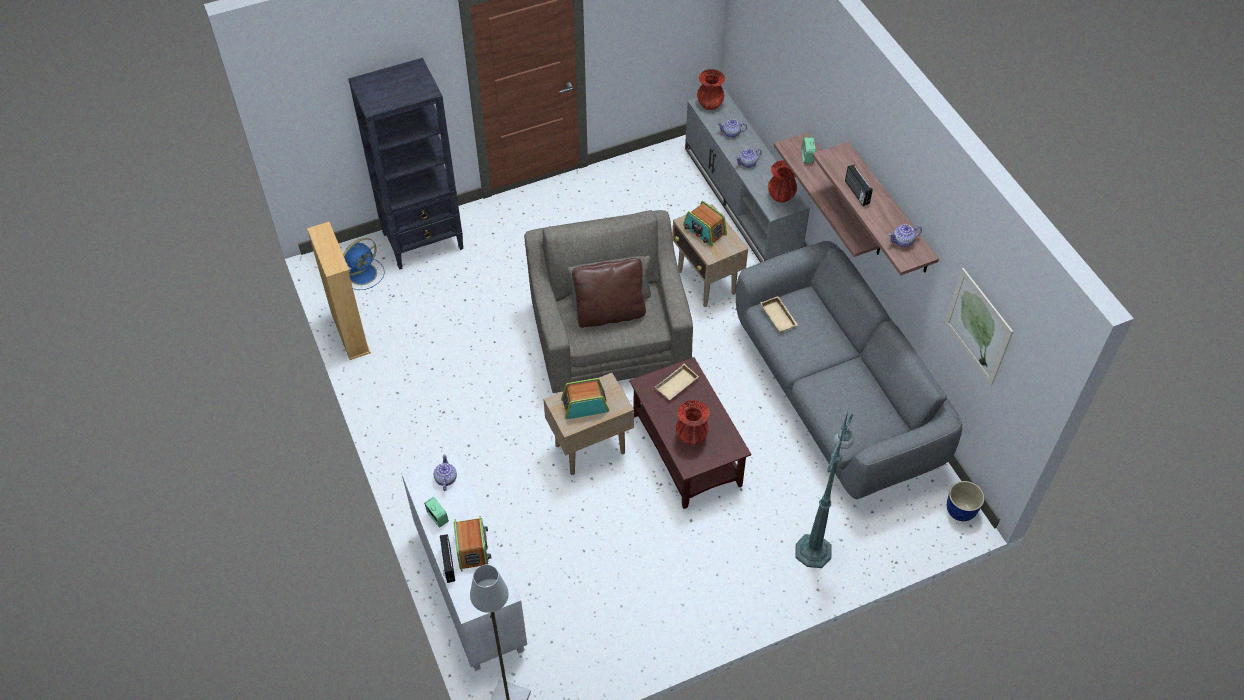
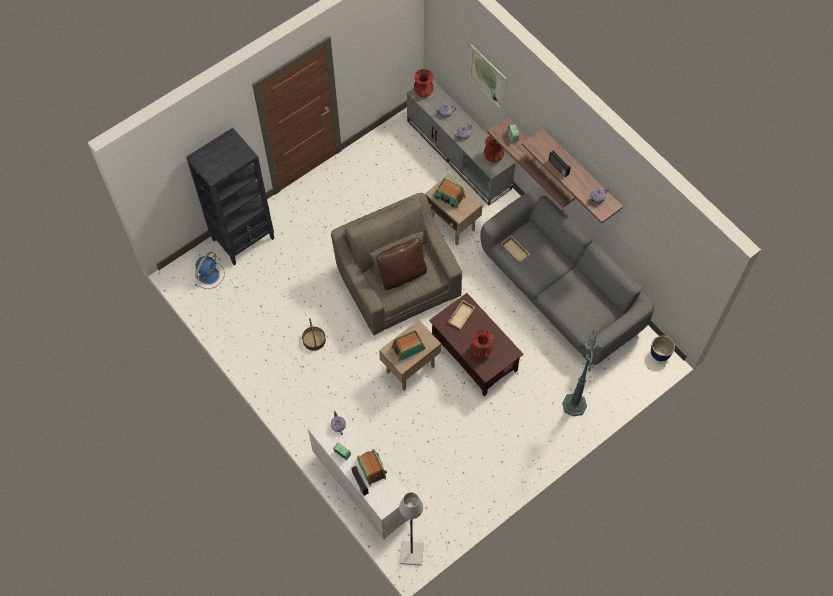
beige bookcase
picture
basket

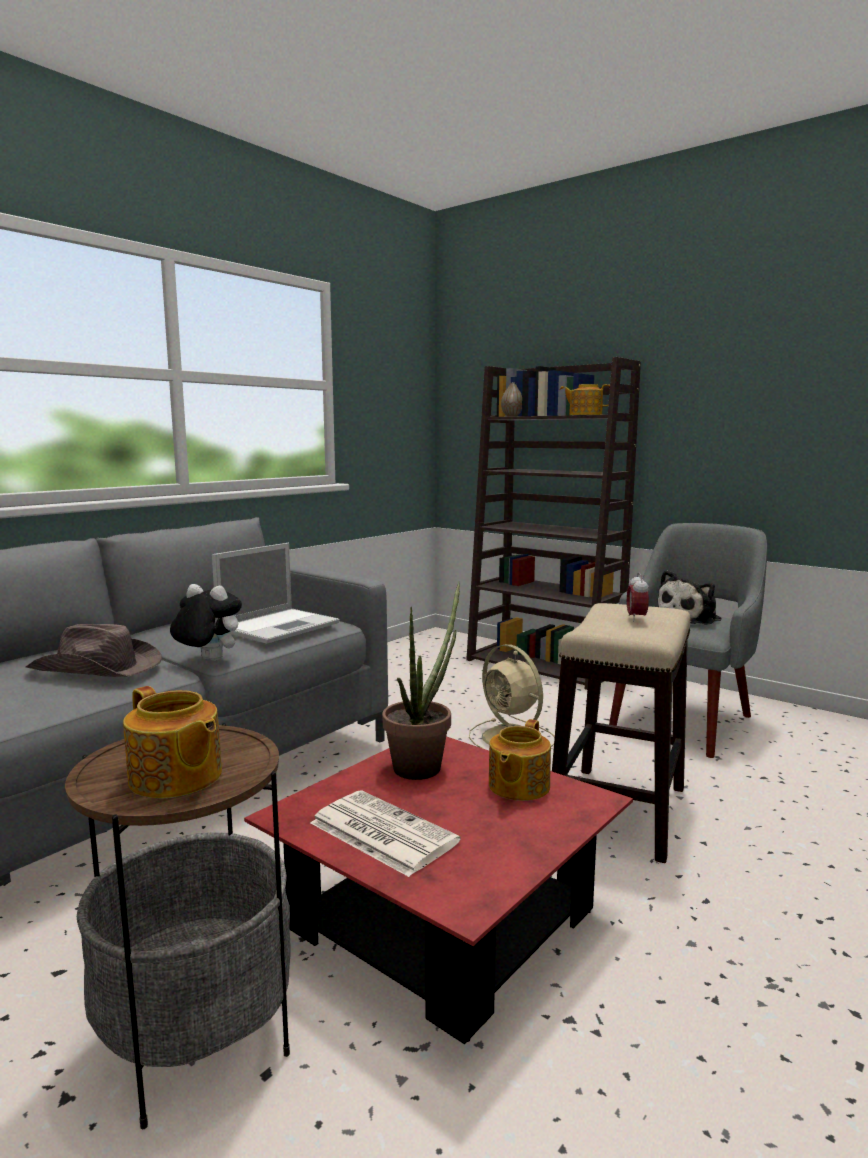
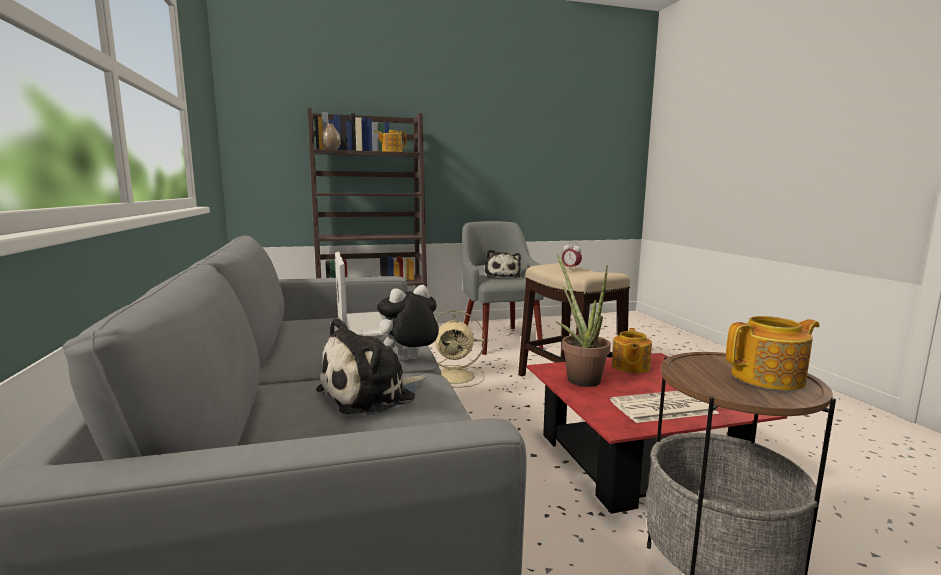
plush toy (1st from left)
teapot (2nd from left)

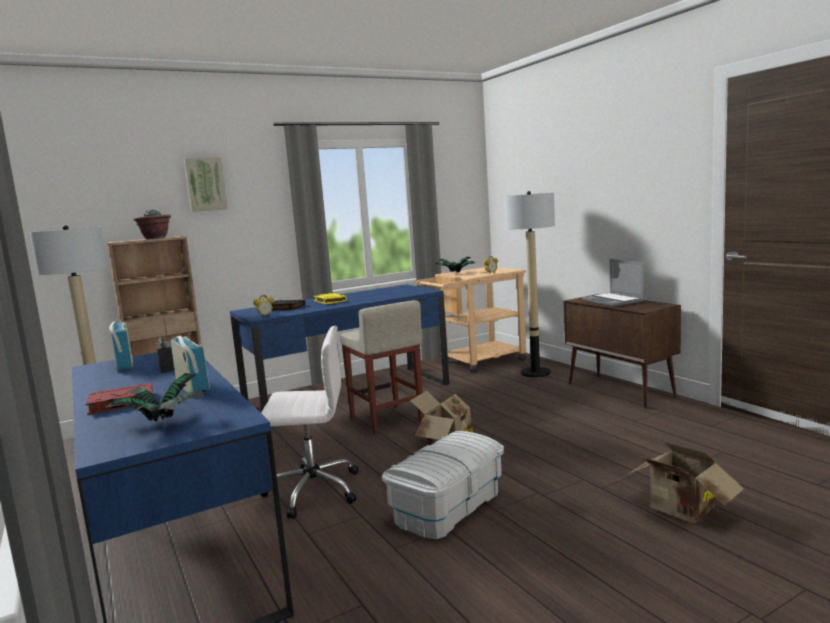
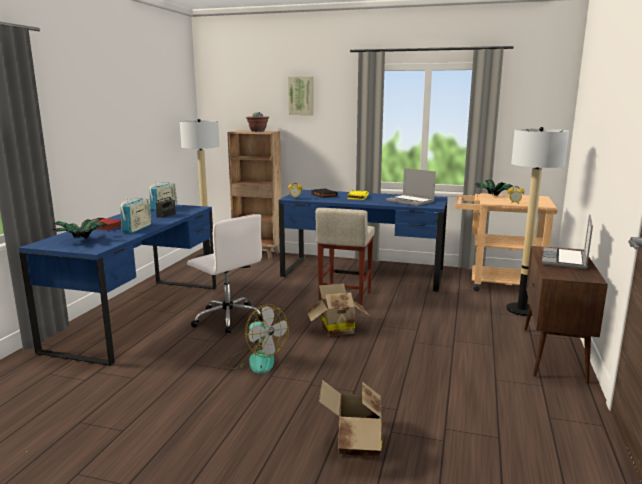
fan
laptop (1st from left)

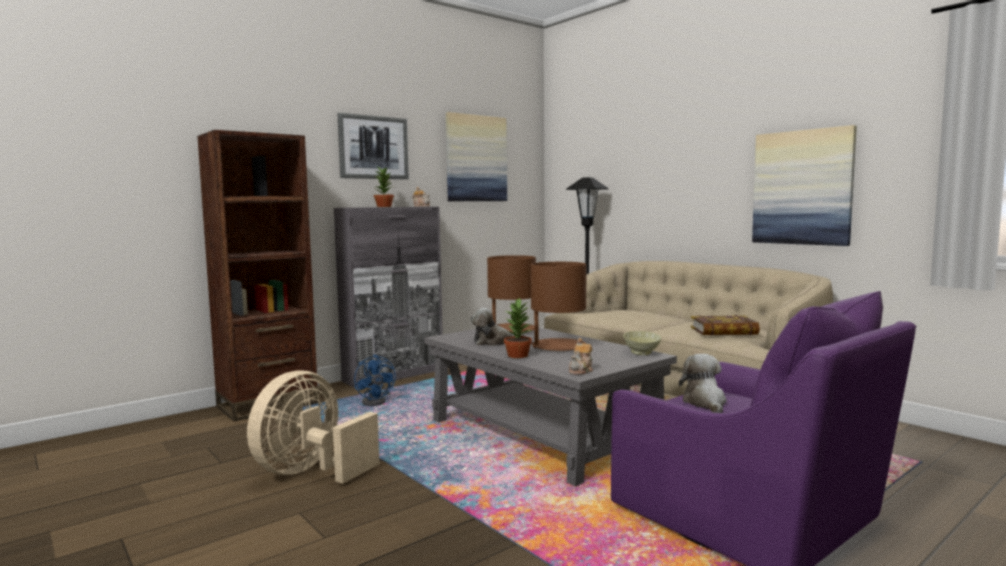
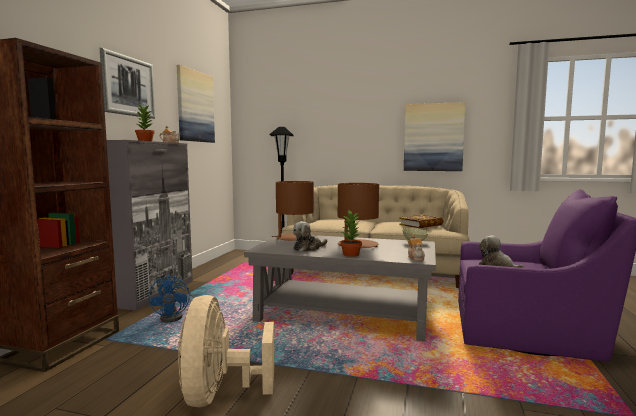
blue fan

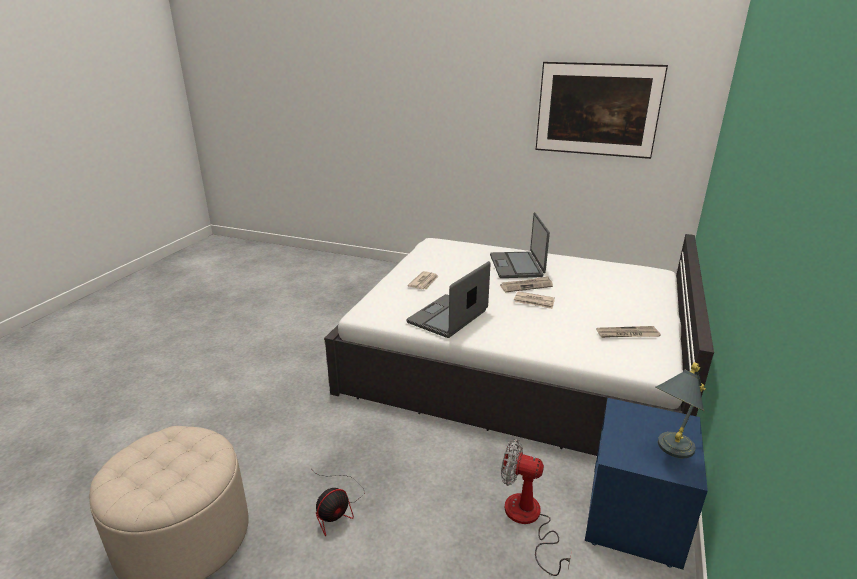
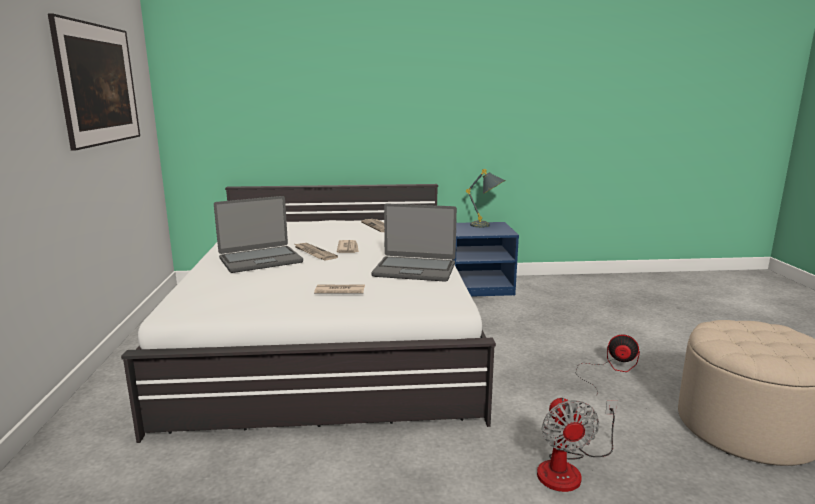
fan (1st from left)

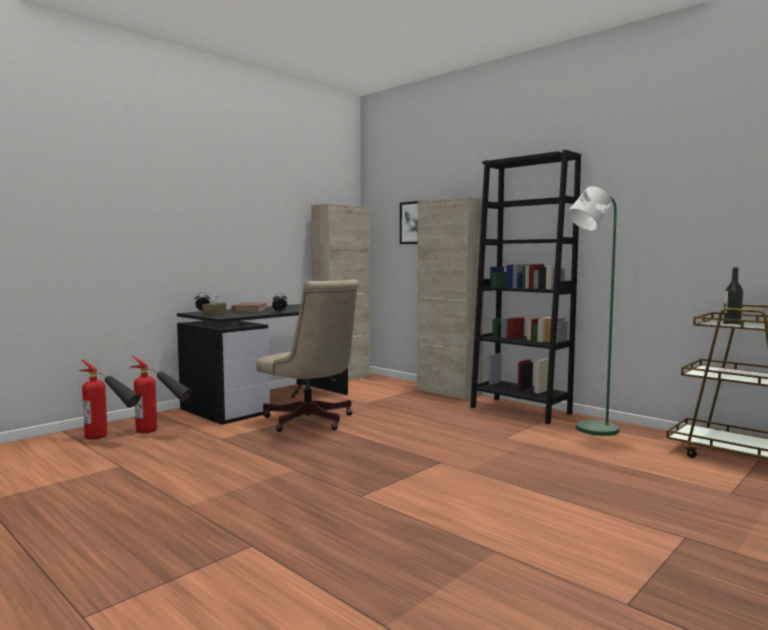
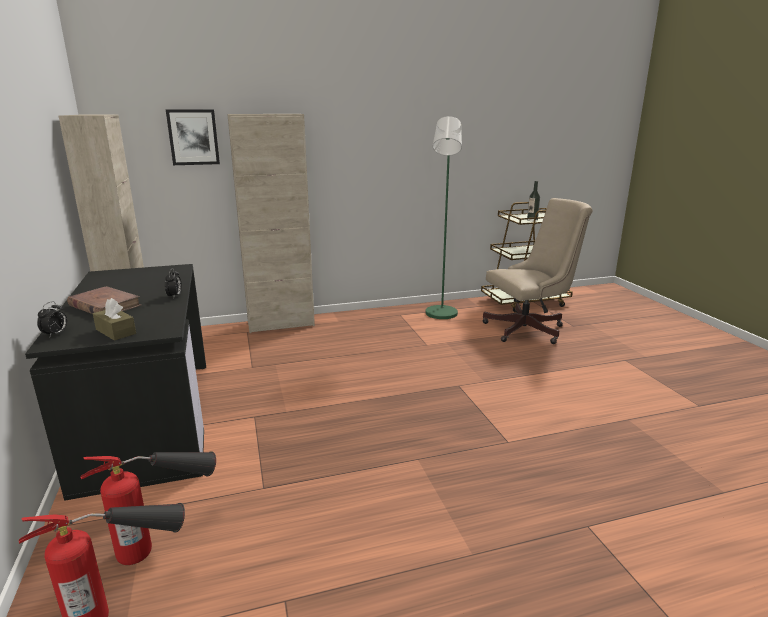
black bookcase
beige office chair

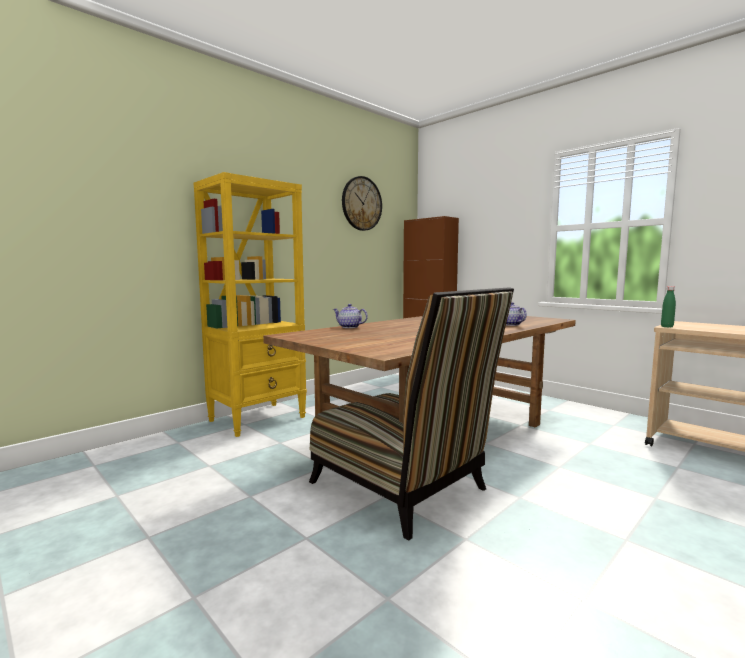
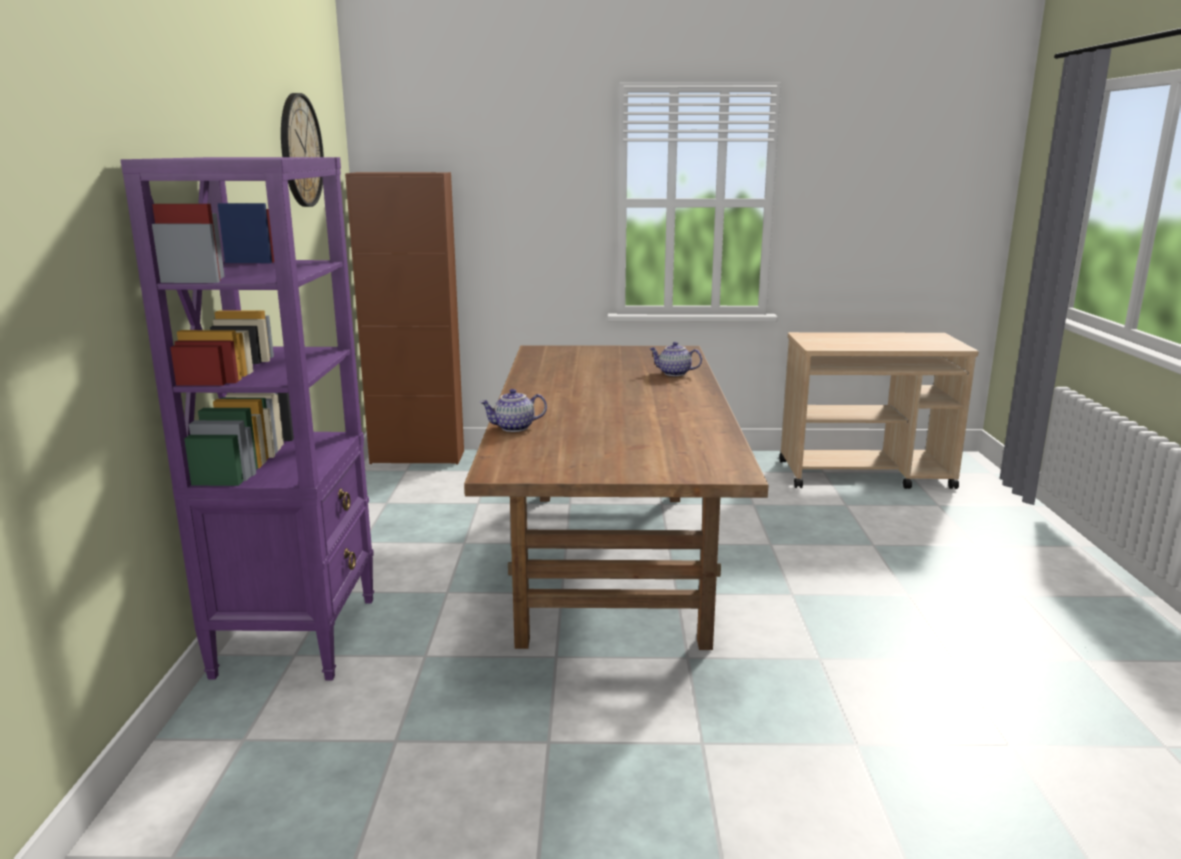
purple bookcase
green bottle
chair

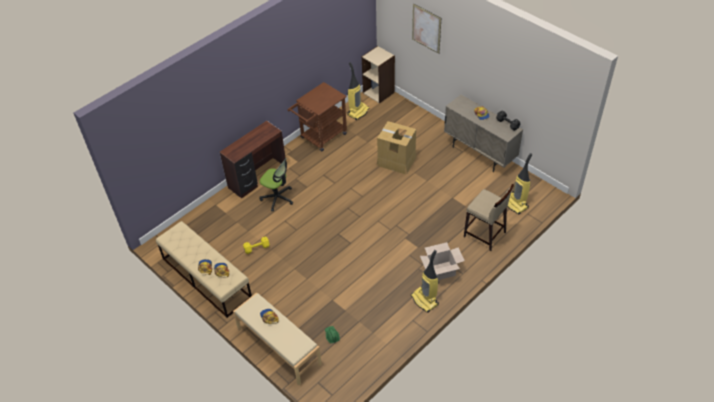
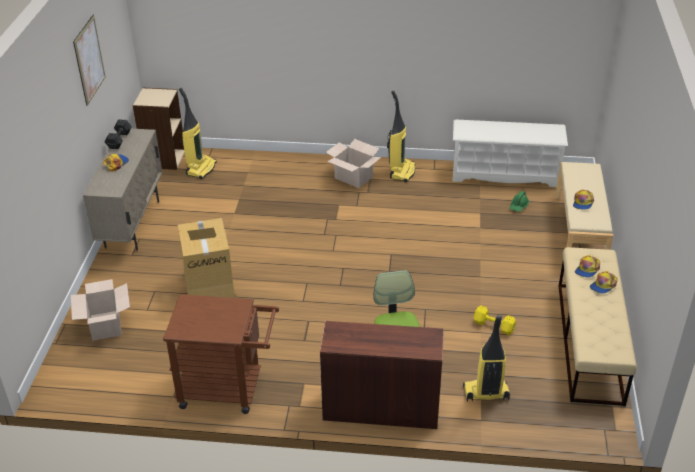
picture
beige bookcase
vacuum cleaner (3rd from left)
beige stool
white shoe rack
cardboard box (1st from left)

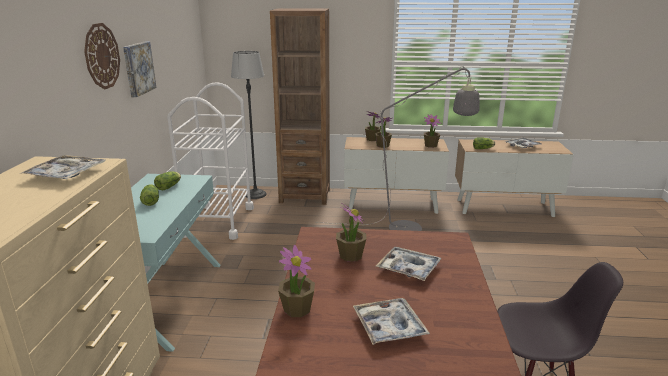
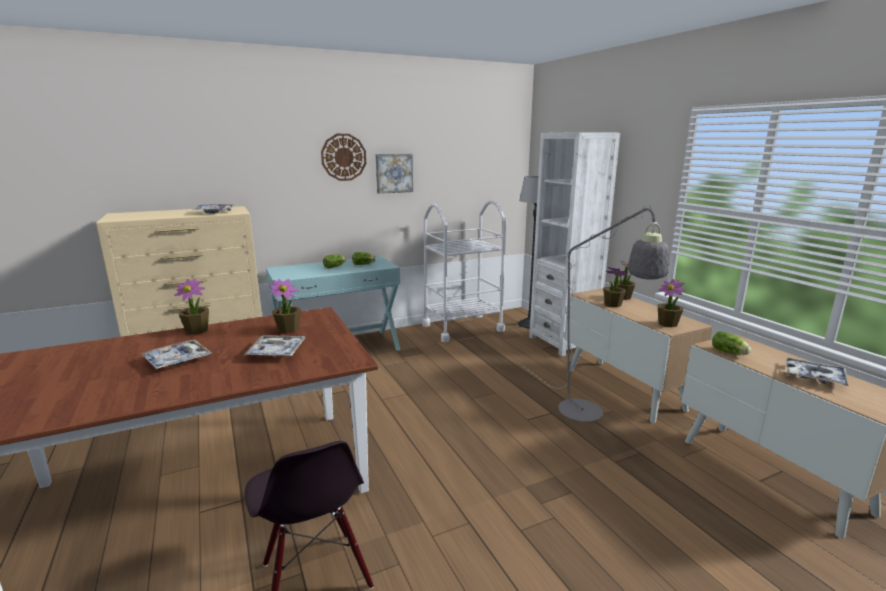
white bookcase

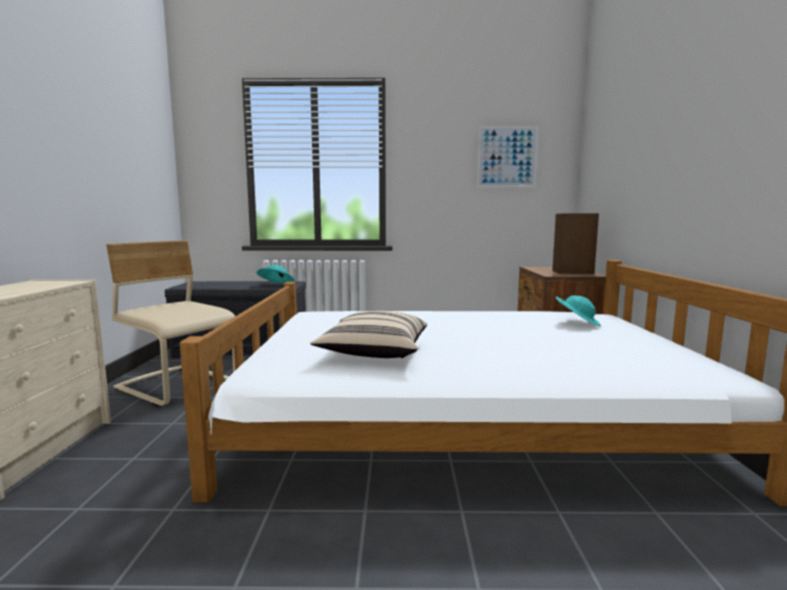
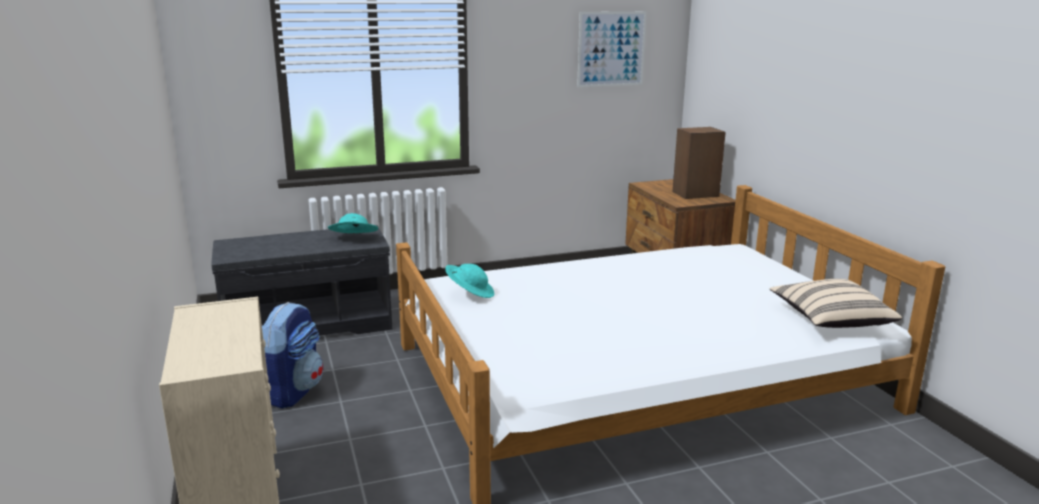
backpack
turquoise hat (2nd from left)
beige pillow

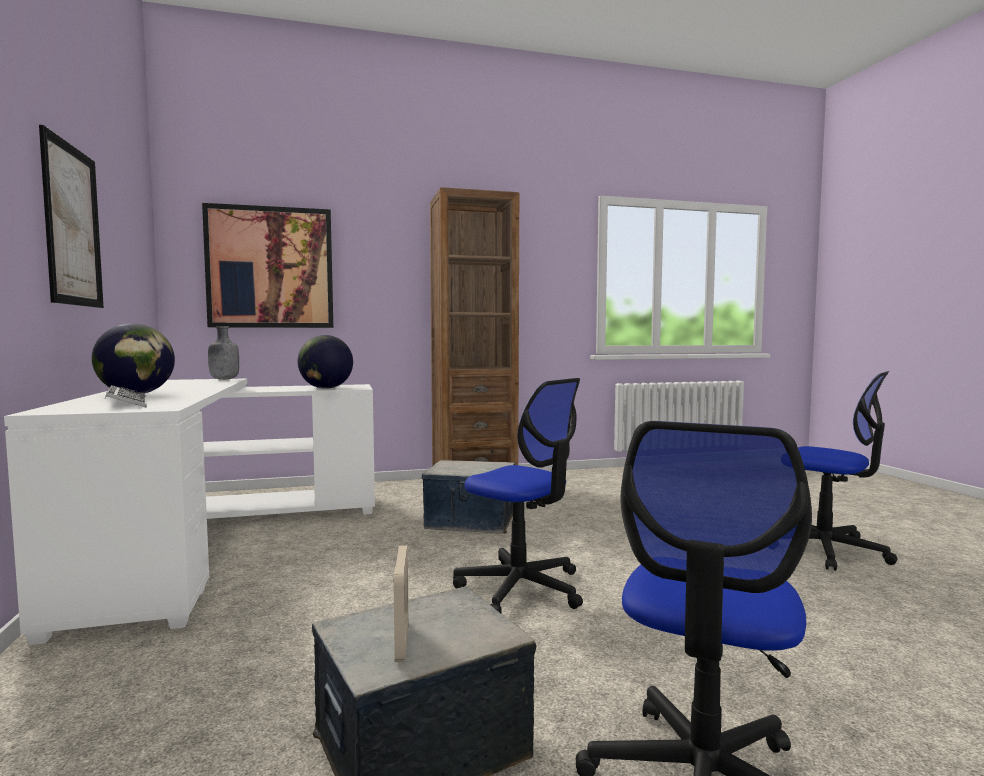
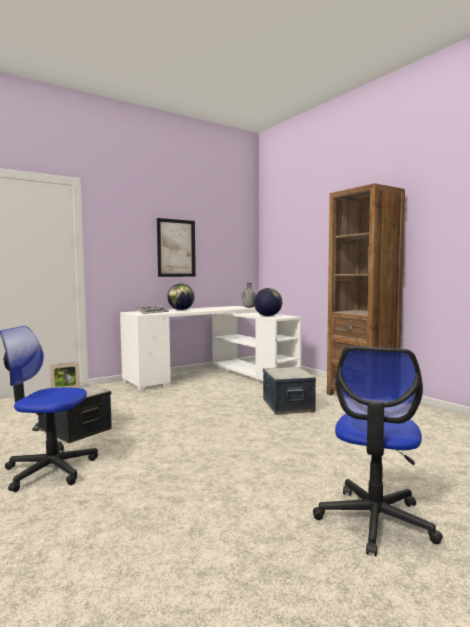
picture (2nd from left in the first image)
office chair (1st from left in the first image)

